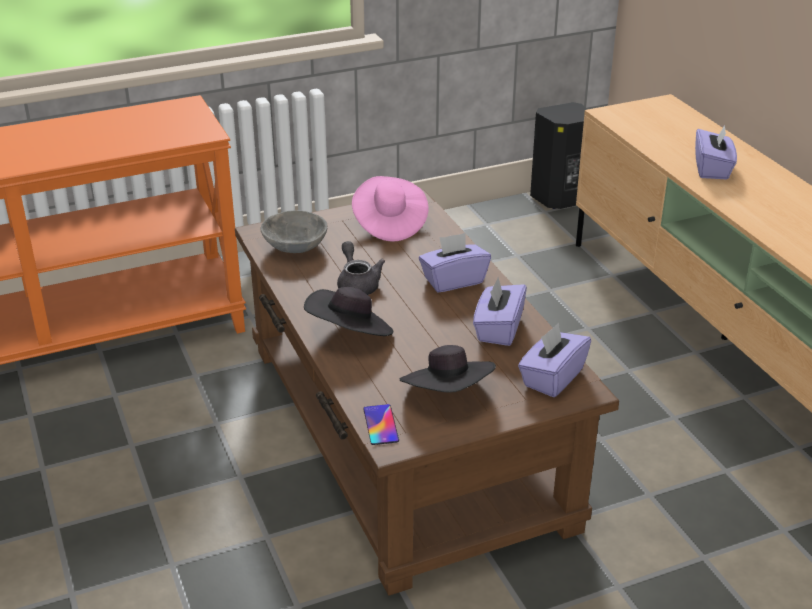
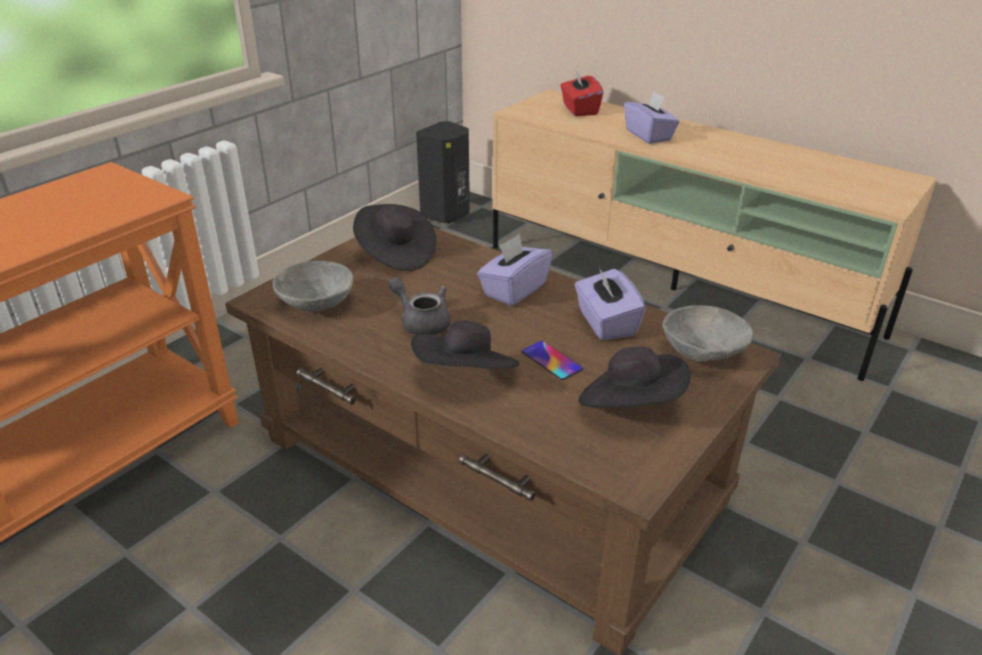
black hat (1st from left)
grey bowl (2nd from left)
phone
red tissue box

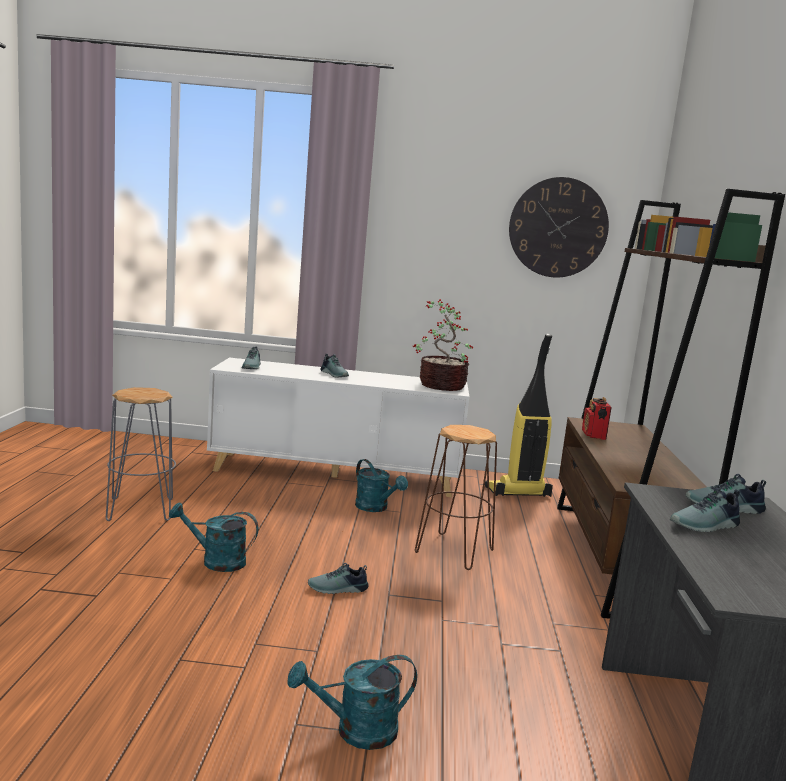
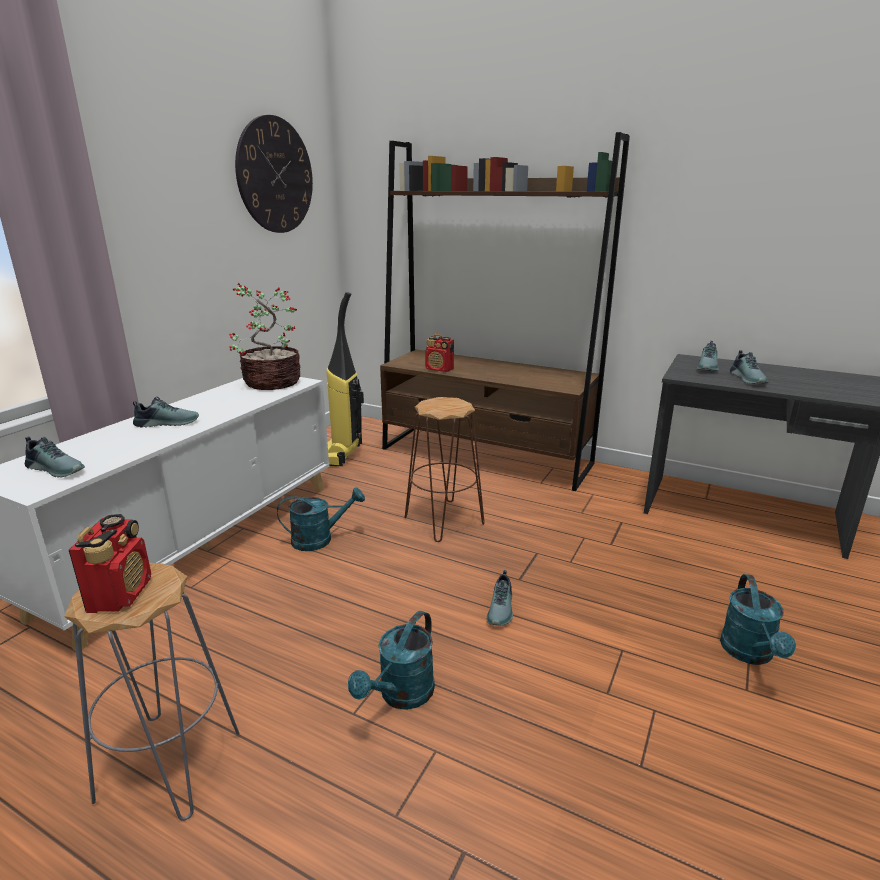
radio (1st from left)

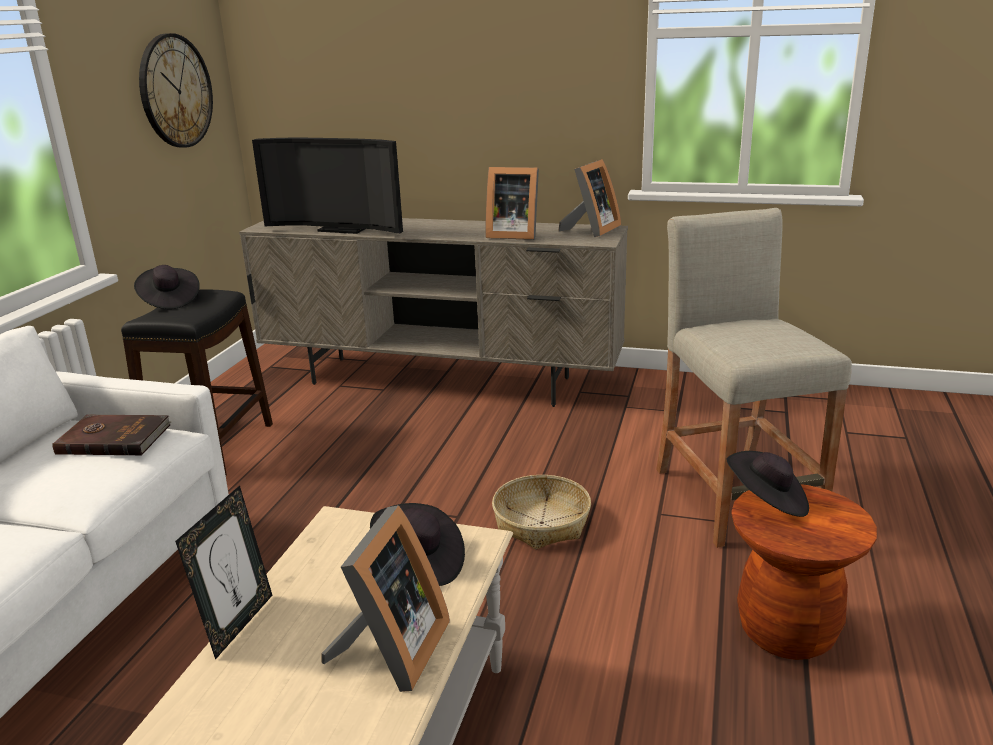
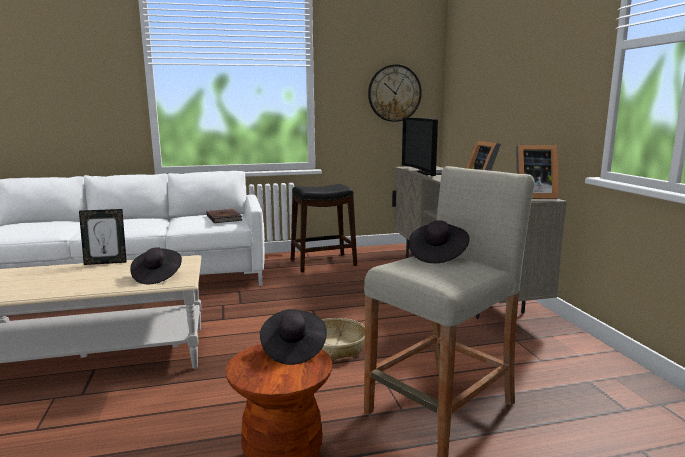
black hat (3rd from left)
picture frame (2nd from left in the first image)

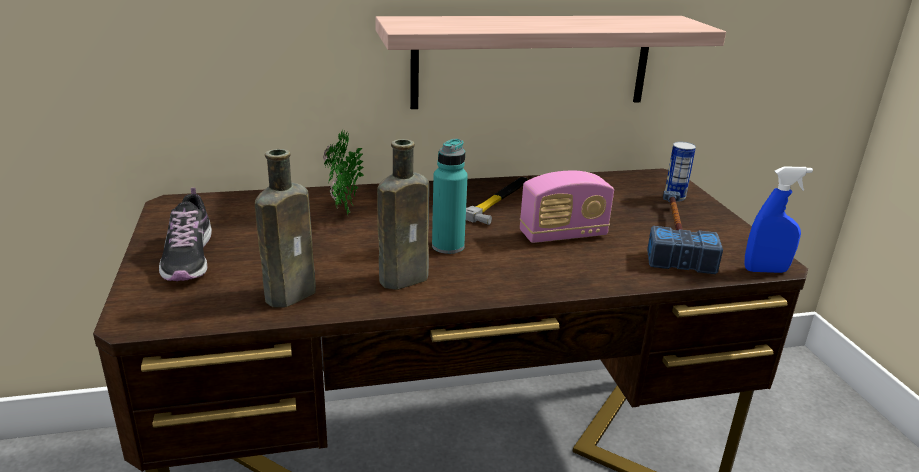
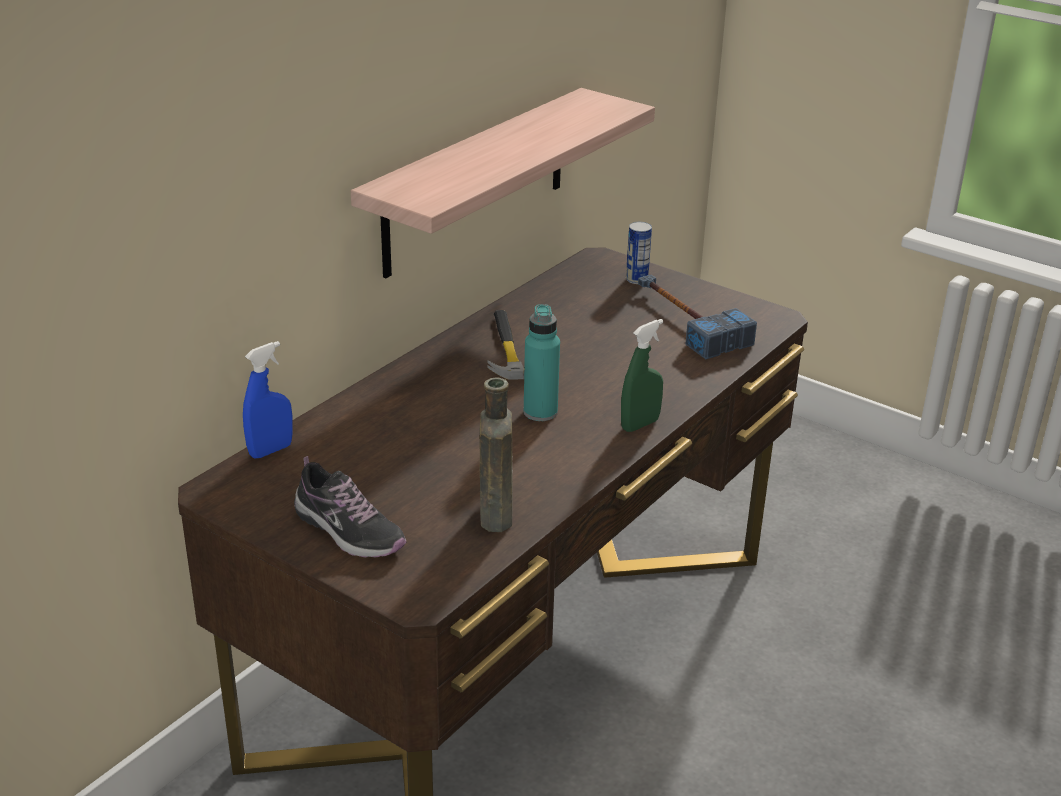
potted plant
brown bottle (2nd from left in the first image)
blue spray bottle
radio
green spray bottle

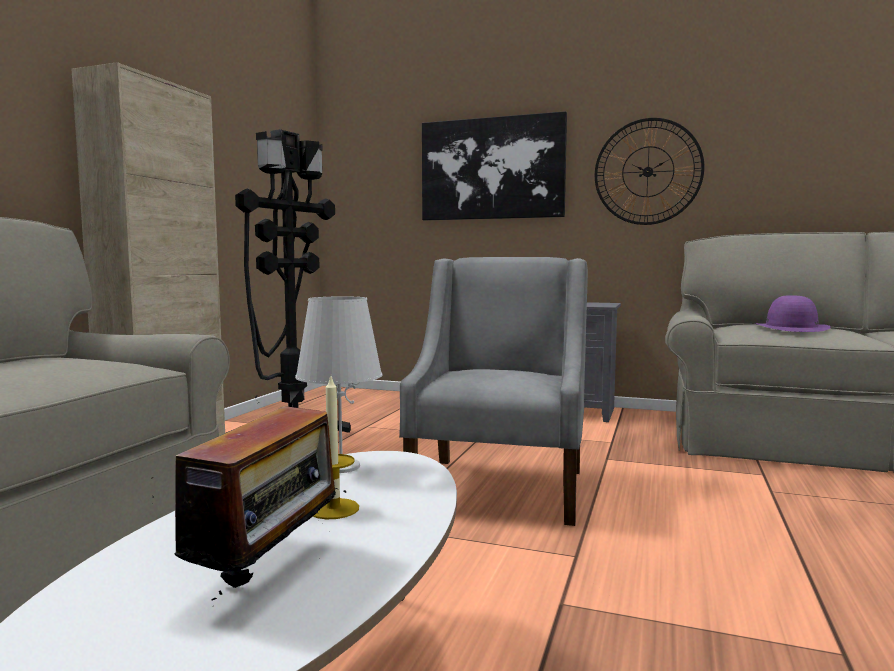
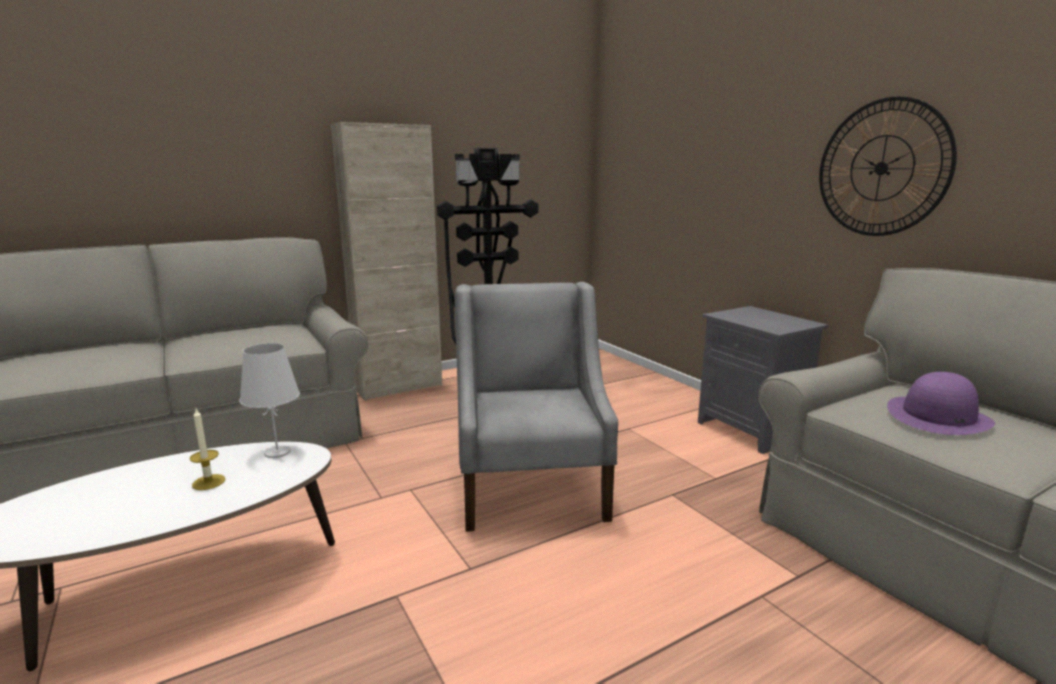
picture
grey armchair
radio

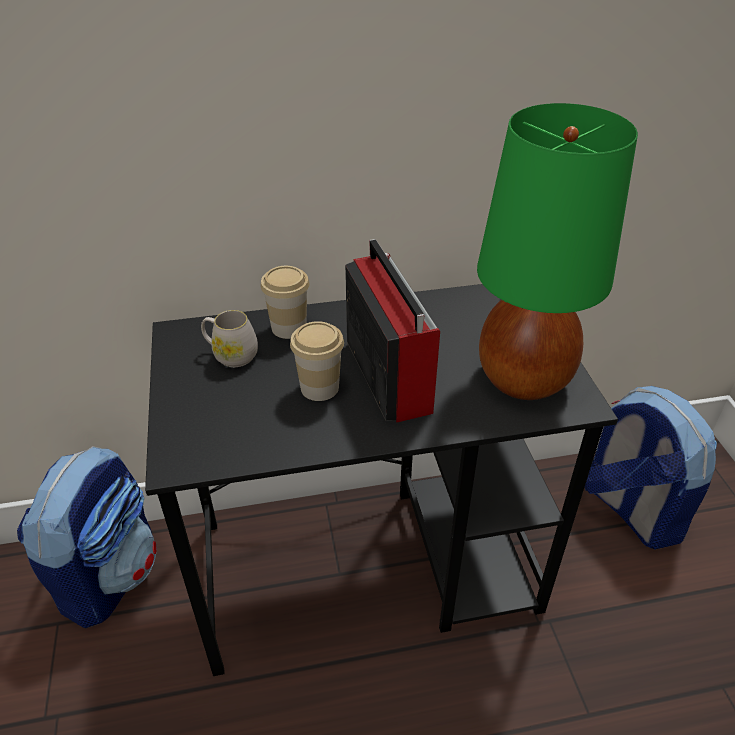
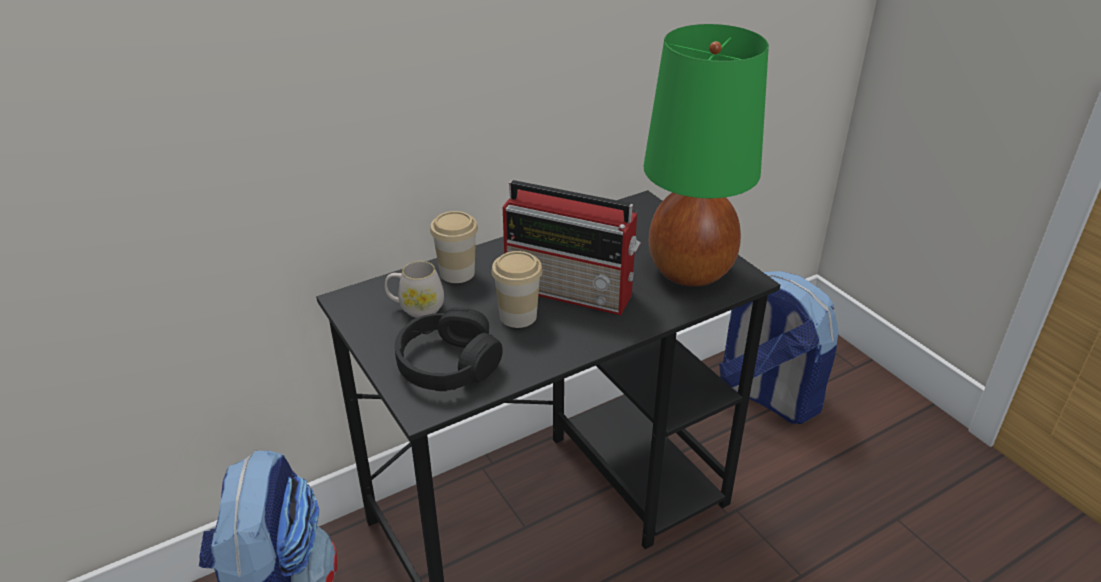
radio
black headphones

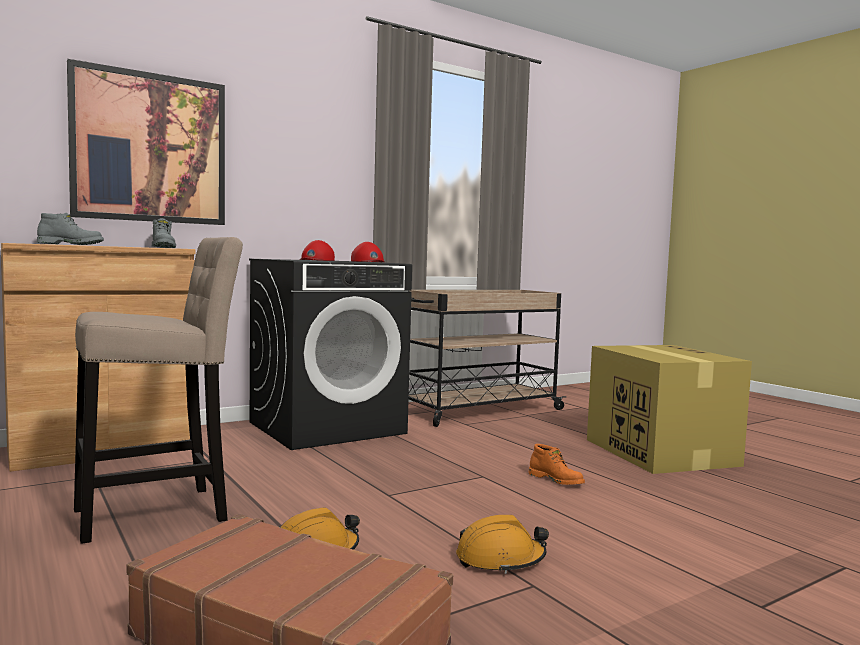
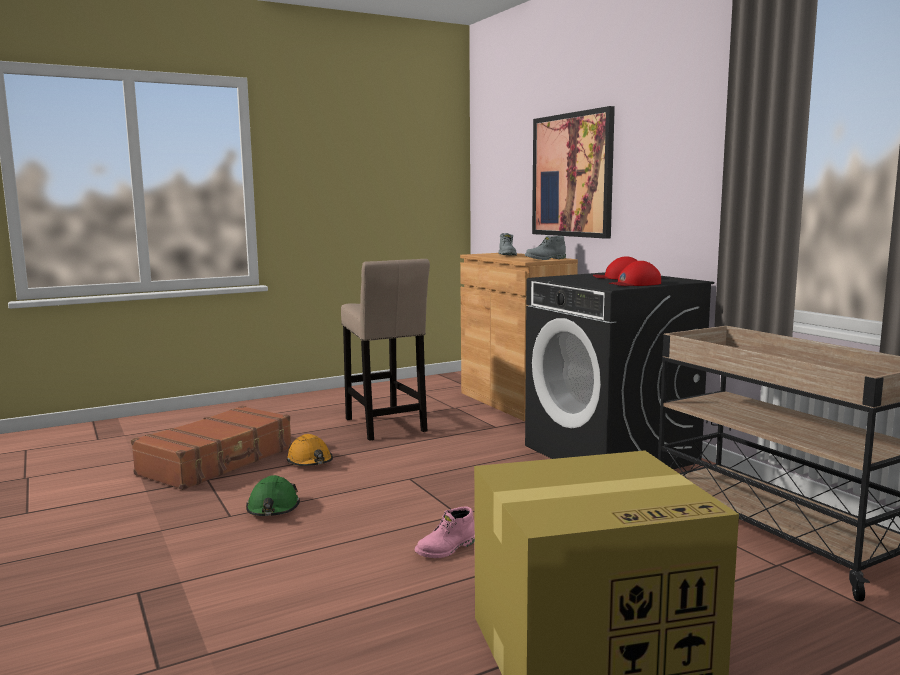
pink boot
green hard hat

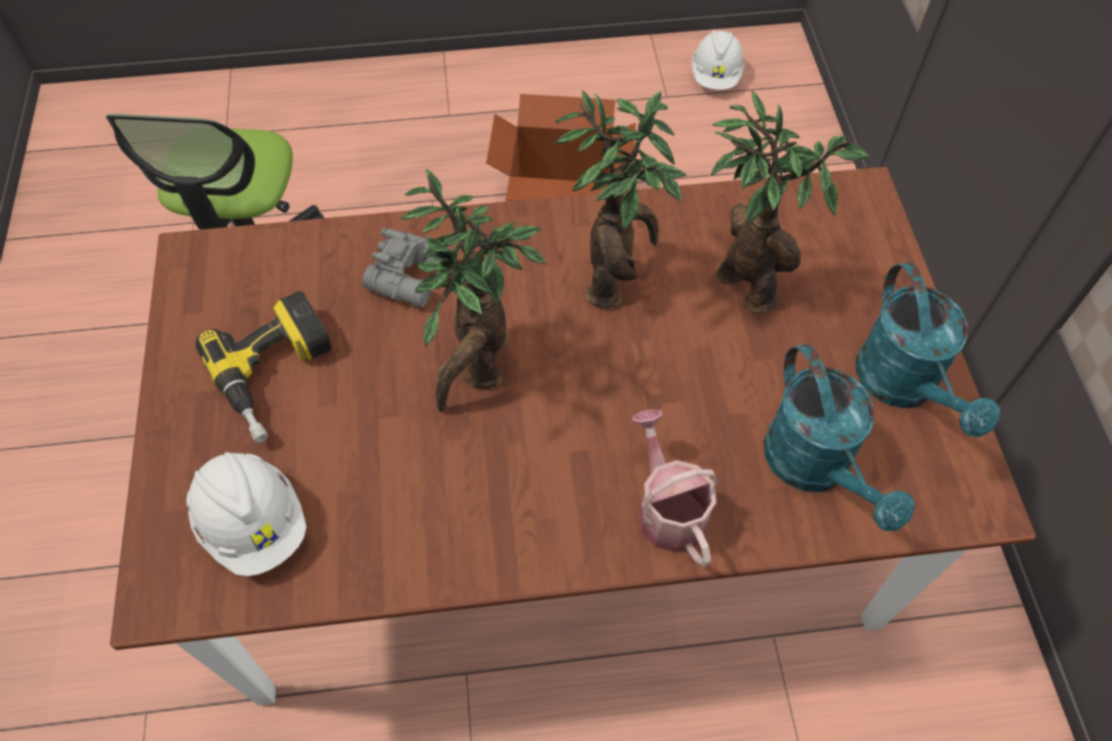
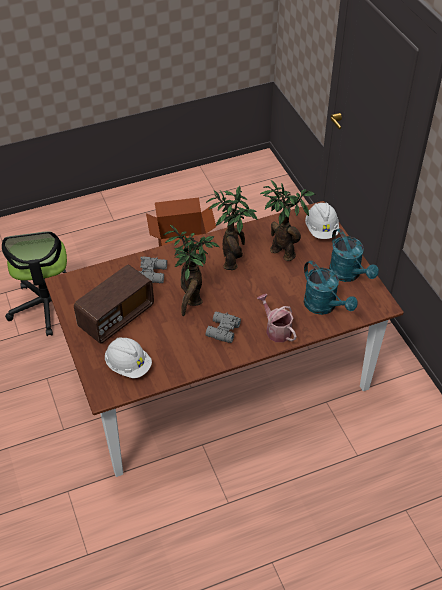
white hard hat (2nd from left)
radio
grey binoculars (2nd from left)

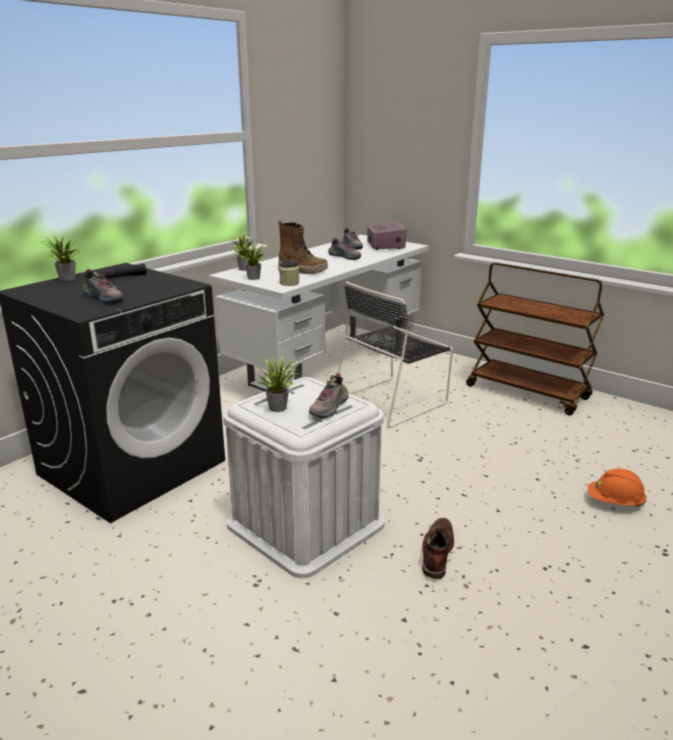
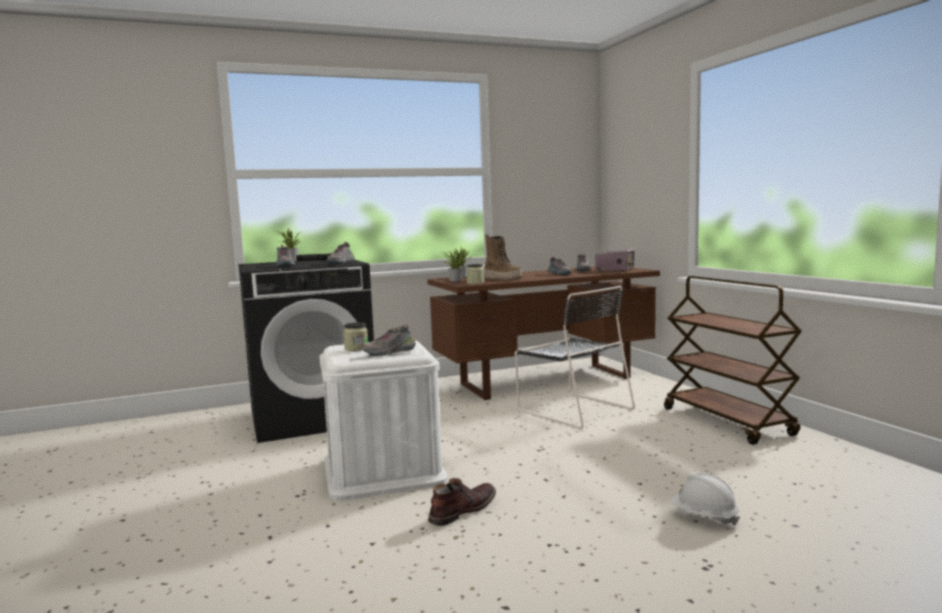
brown desk
black chair
jar (1st from left)
white hard hat
shoe (2nd from left)

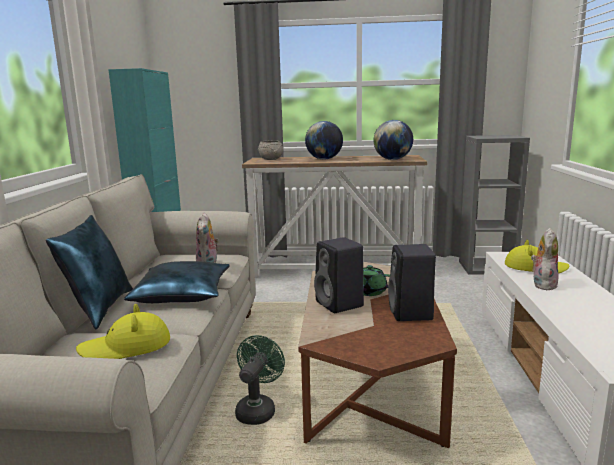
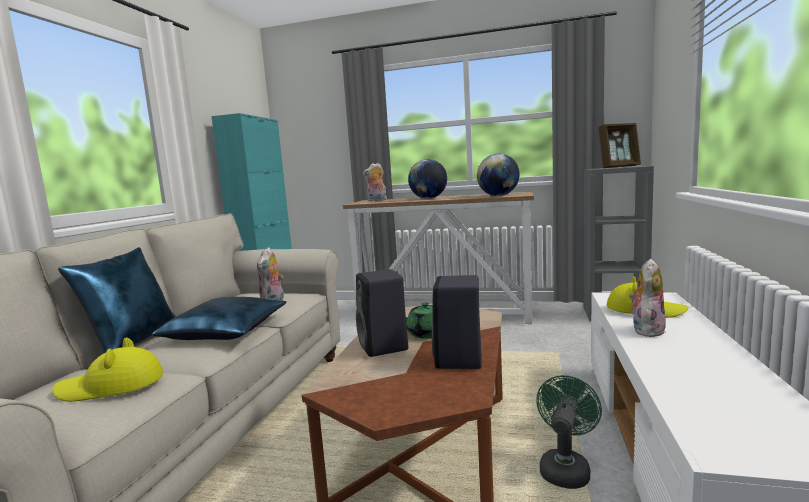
plush toy (2nd from left)
green fan
picture frame

